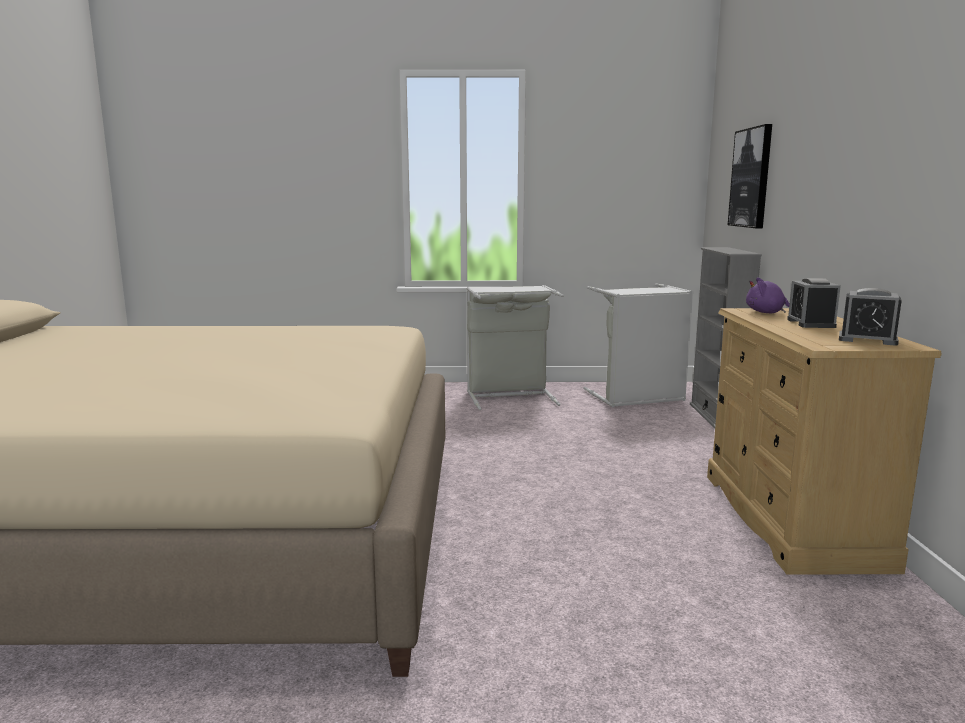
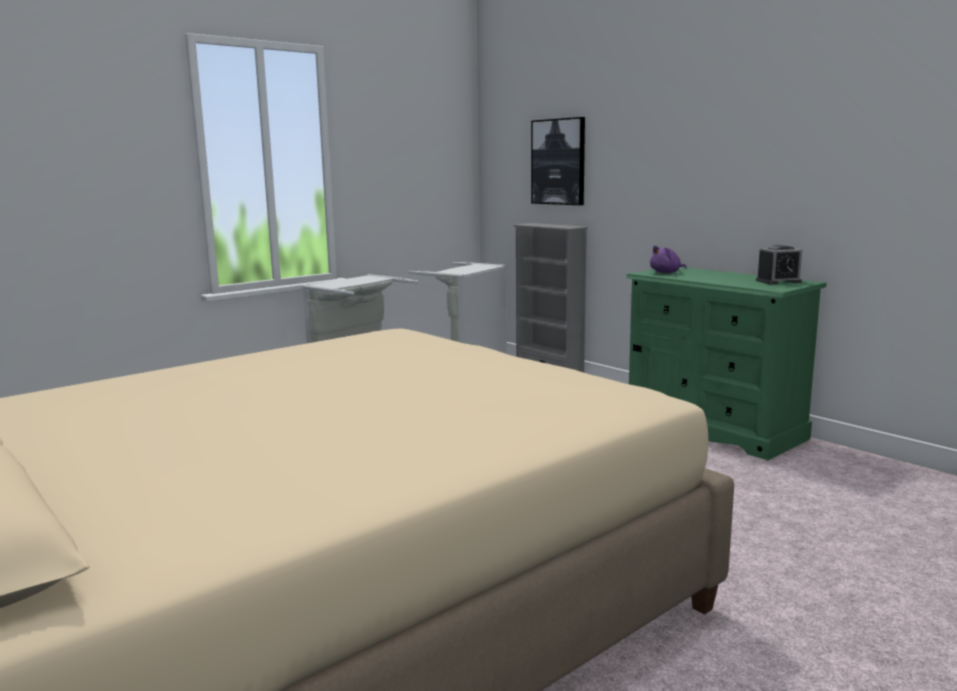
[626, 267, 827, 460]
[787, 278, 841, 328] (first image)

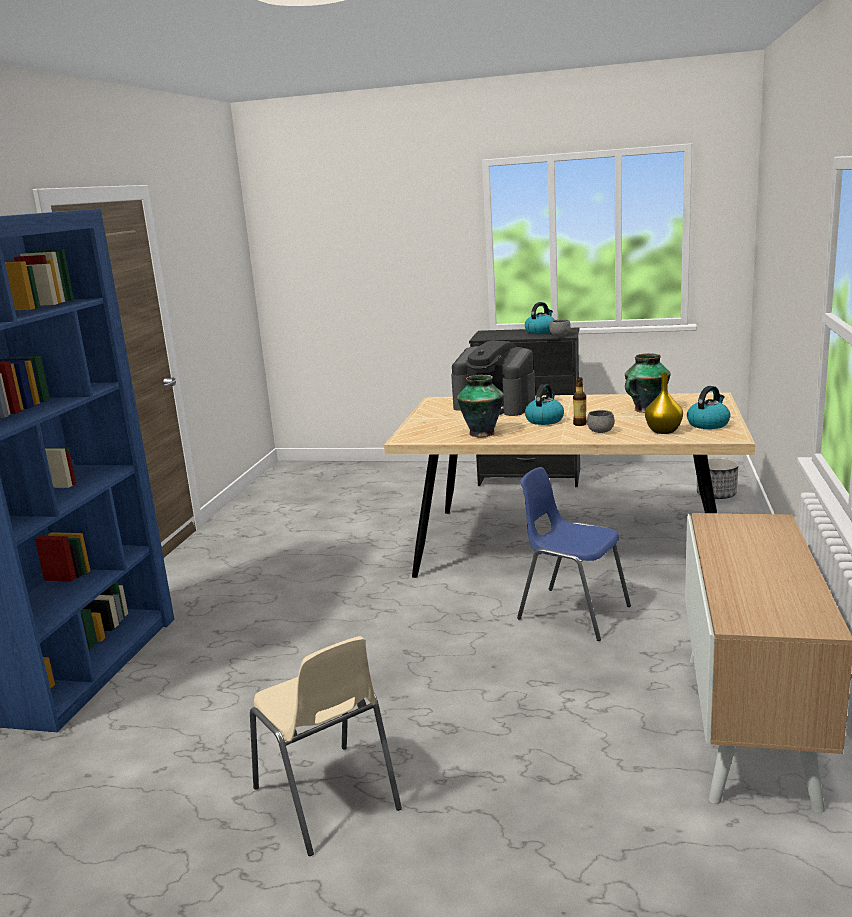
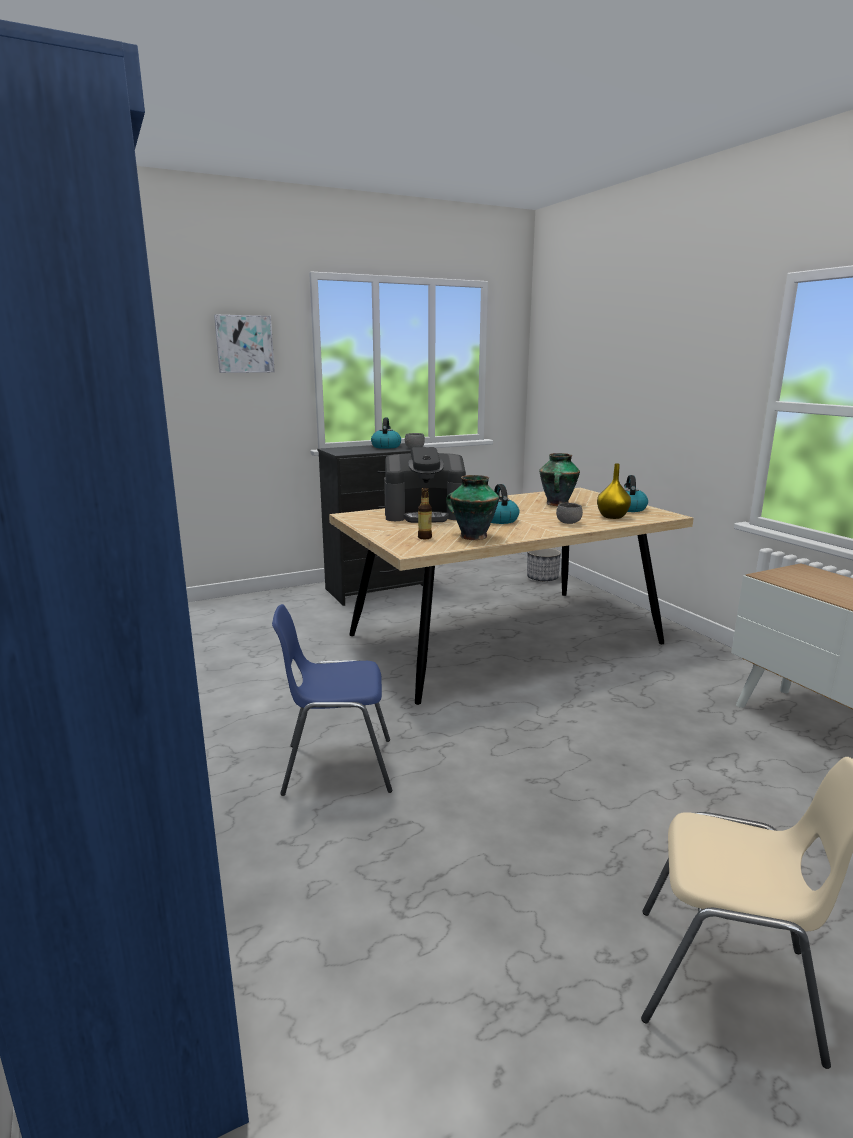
[272, 604, 393, 796]
[418, 488, 432, 539]
[214, 315, 275, 373]

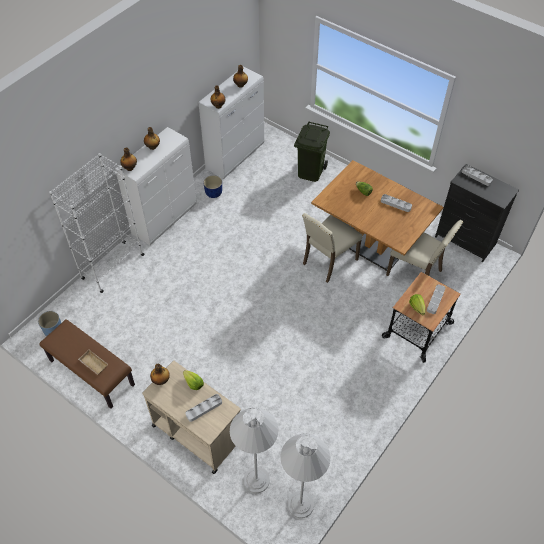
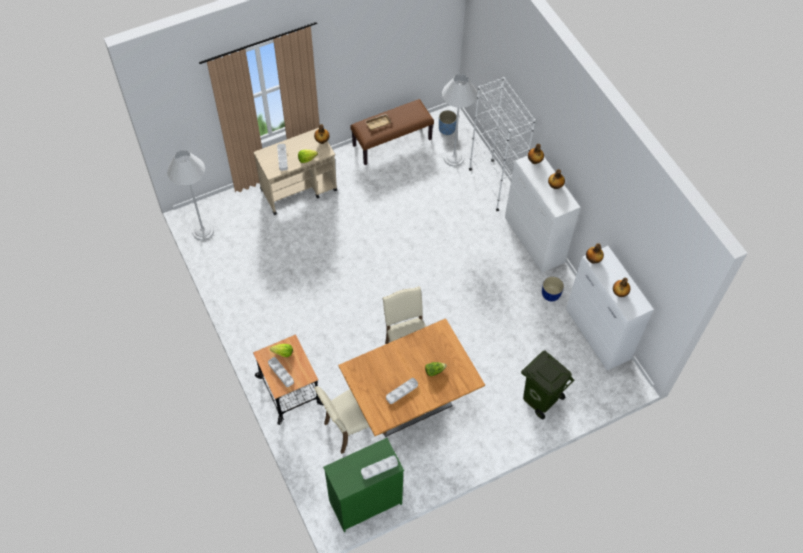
[442, 74, 478, 166]
[323, 438, 404, 532]

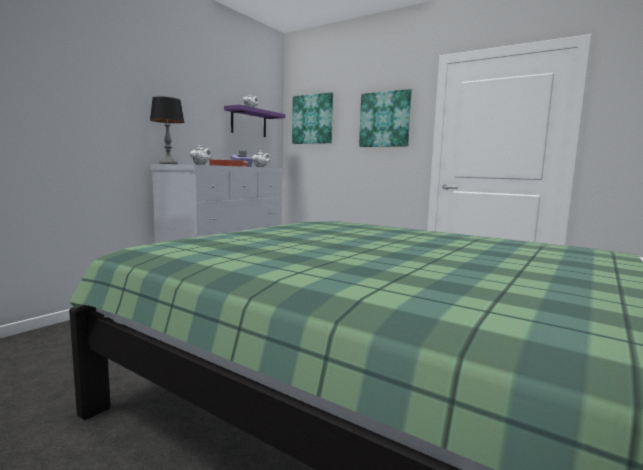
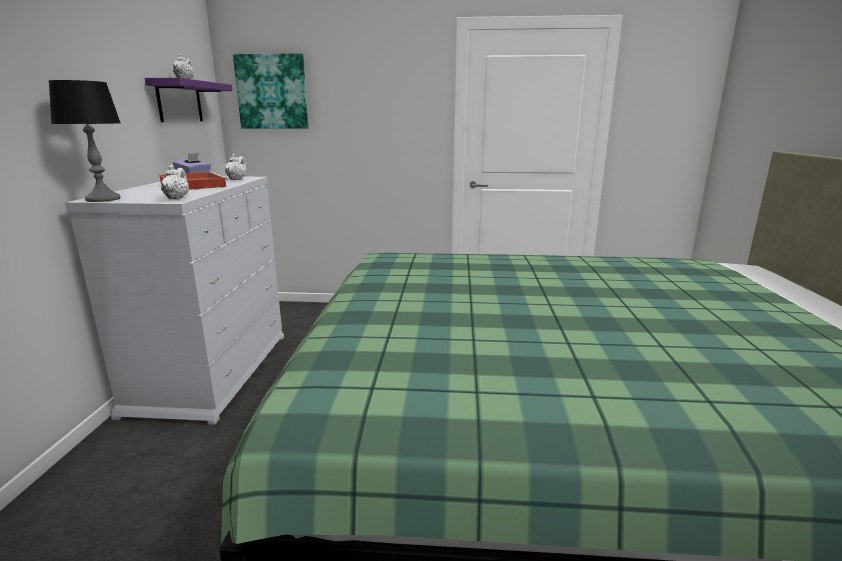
[359, 89, 412, 147] (first image)

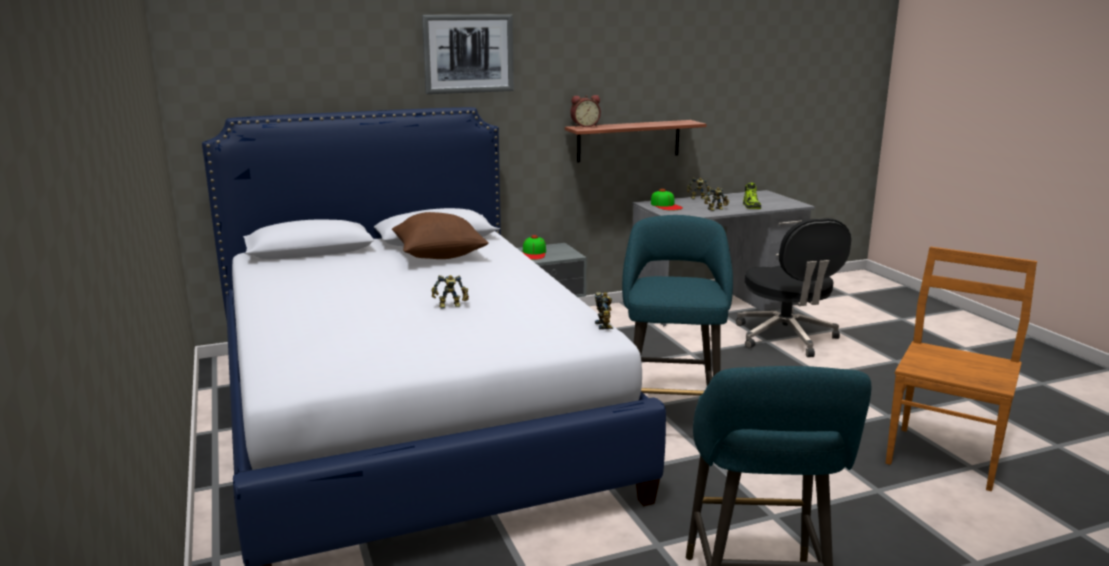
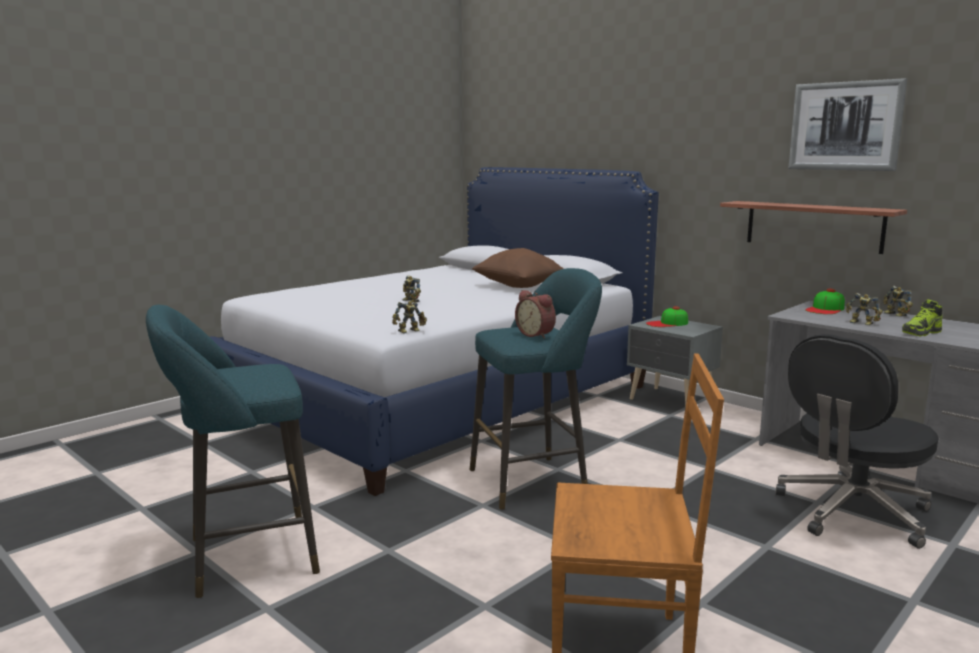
[788, 78, 907, 171]
[515, 290, 556, 339]

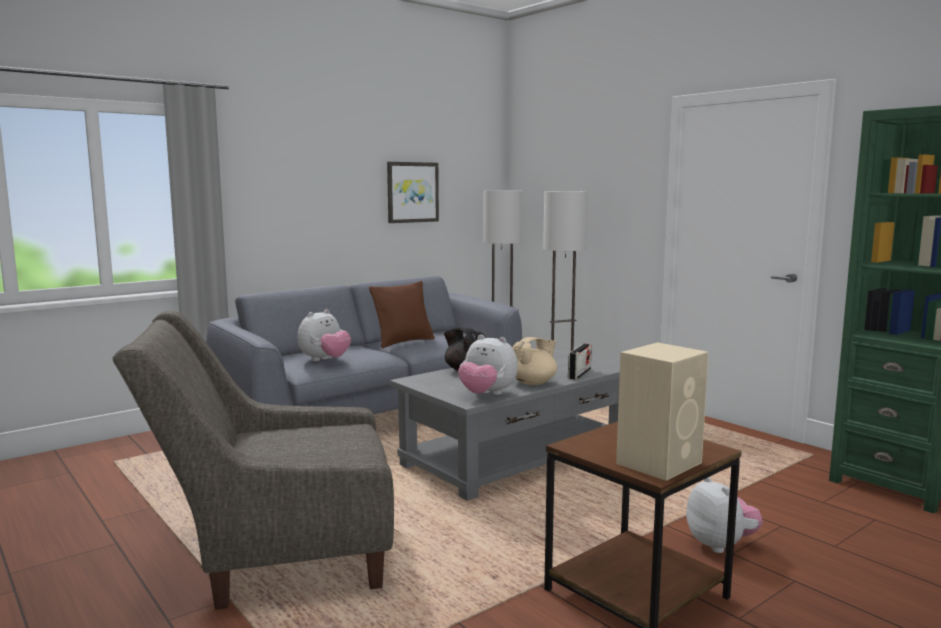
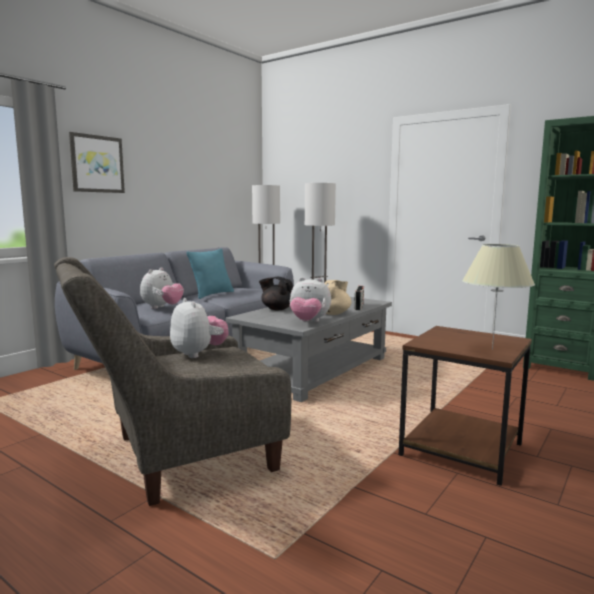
[186, 248, 234, 299]
[69, 132, 125, 193]
[462, 244, 535, 350]
[170, 298, 229, 358]

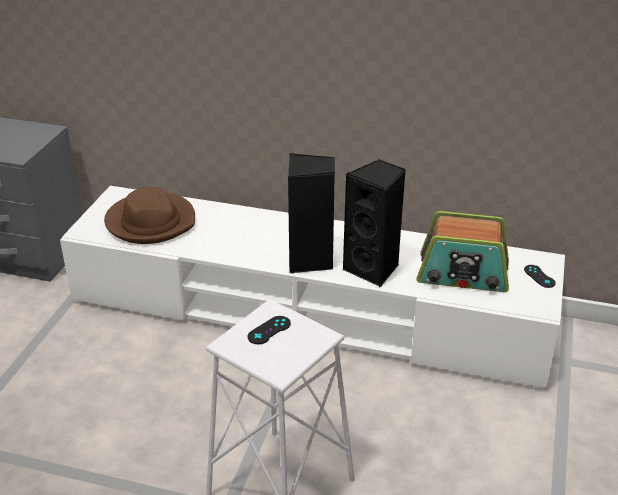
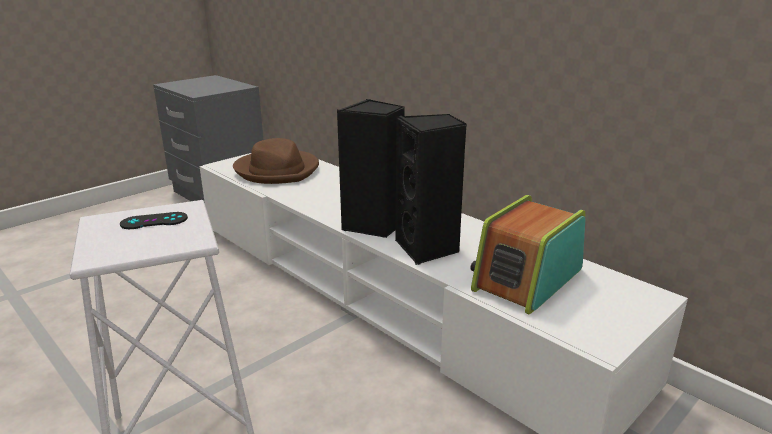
[470, 195, 585, 314]
[524, 265, 556, 288] (first image)

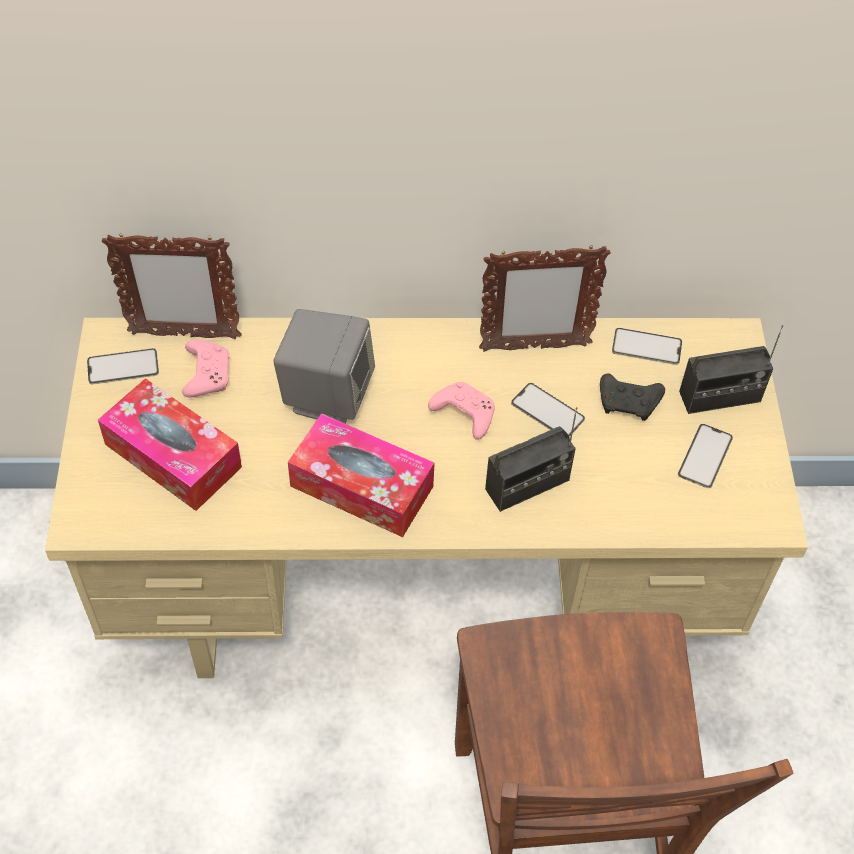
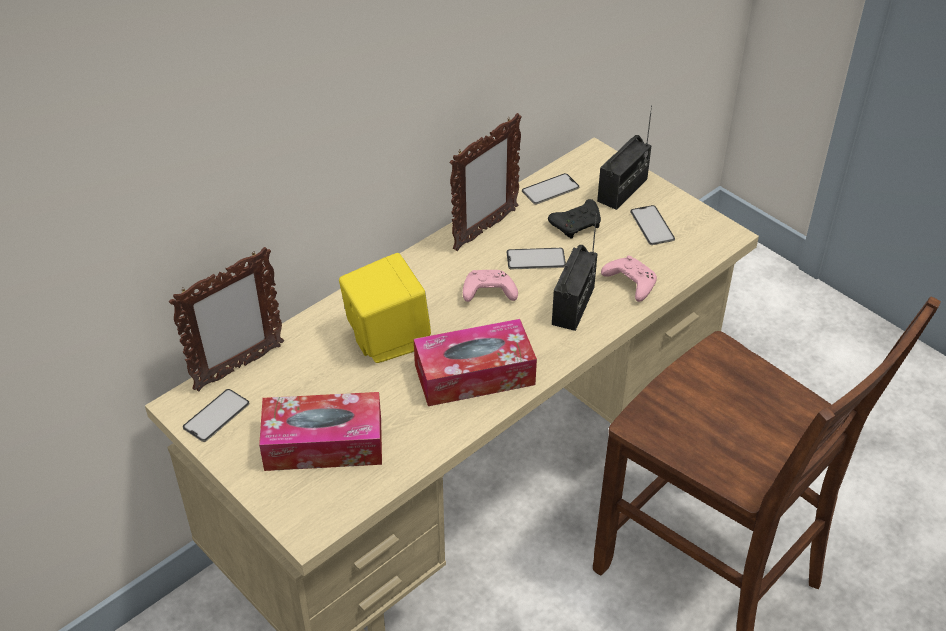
[601, 256, 657, 302]
[339, 253, 431, 363]

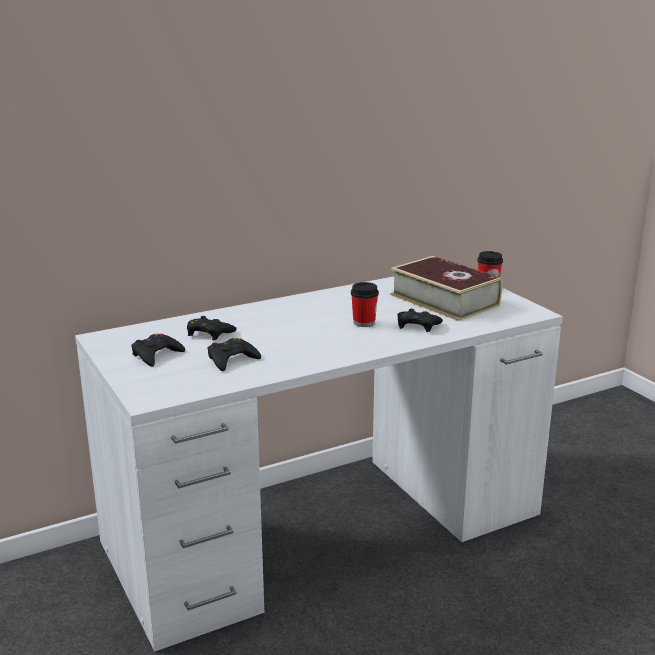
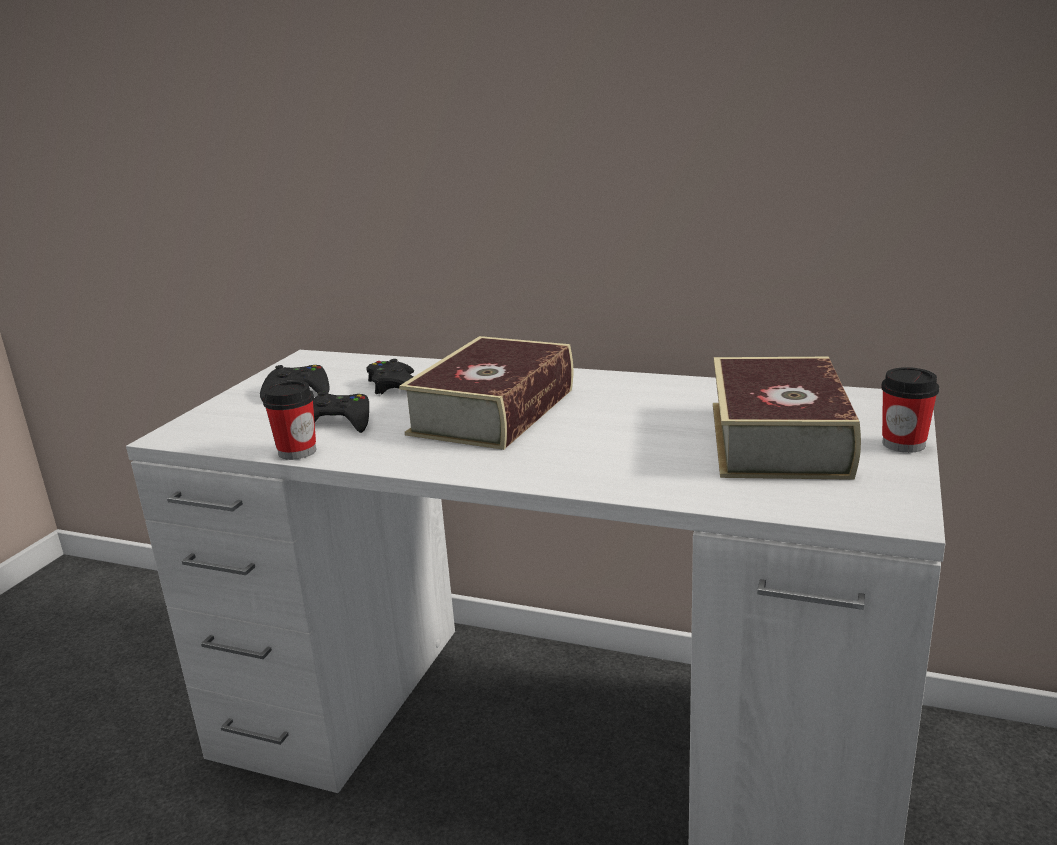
[263, 380, 316, 460]
[397, 309, 443, 332] (first image)
[399, 336, 573, 450]

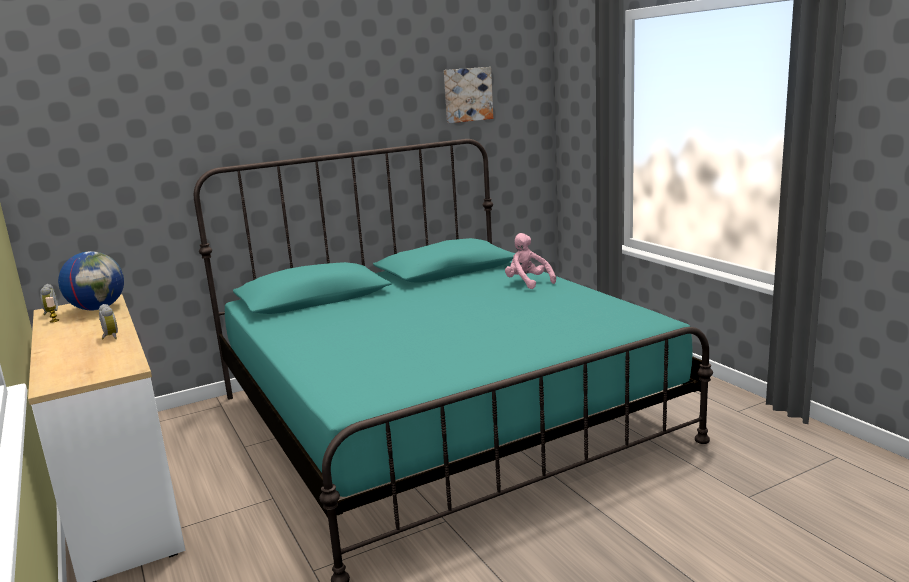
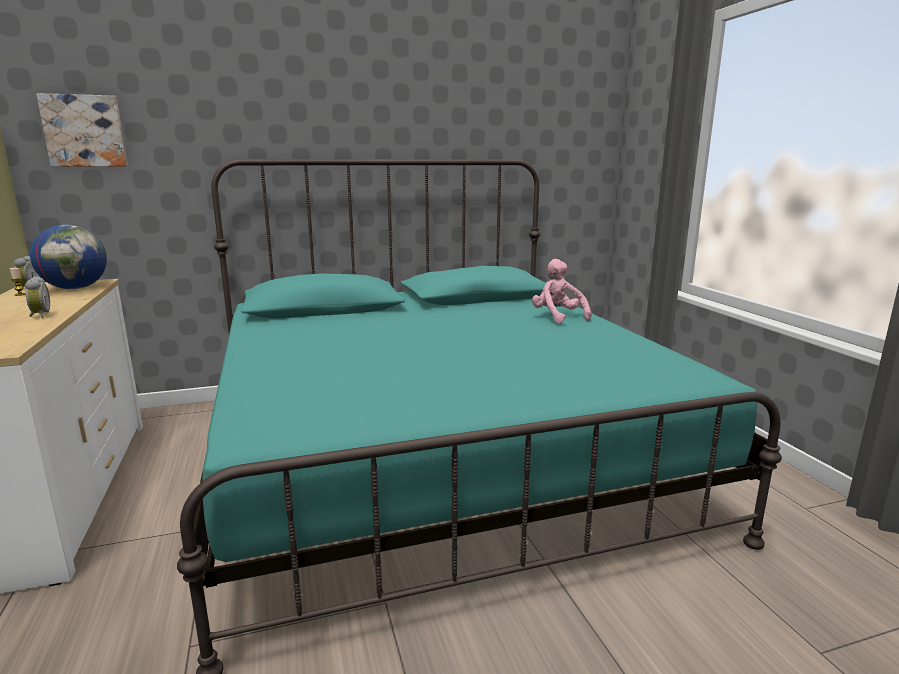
[36, 93, 128, 167]

